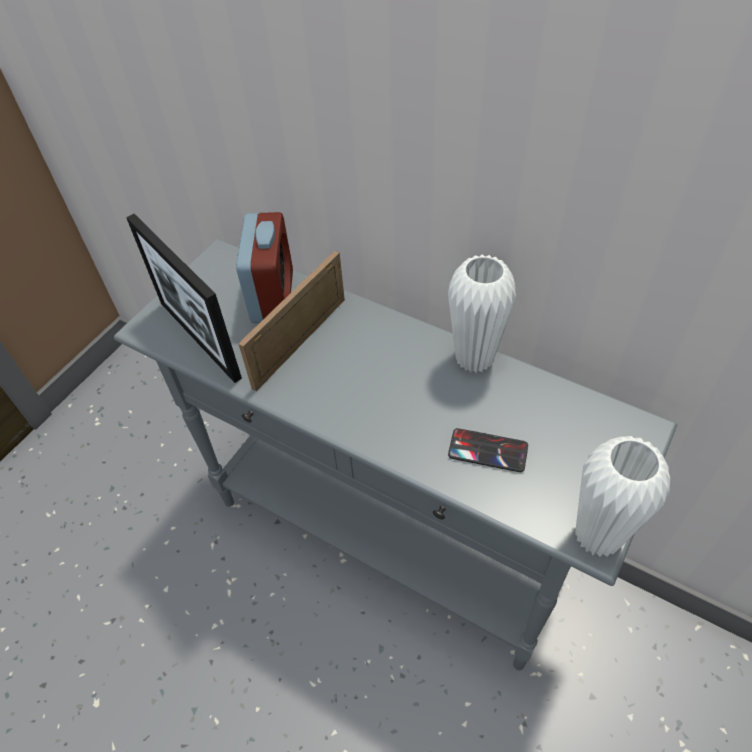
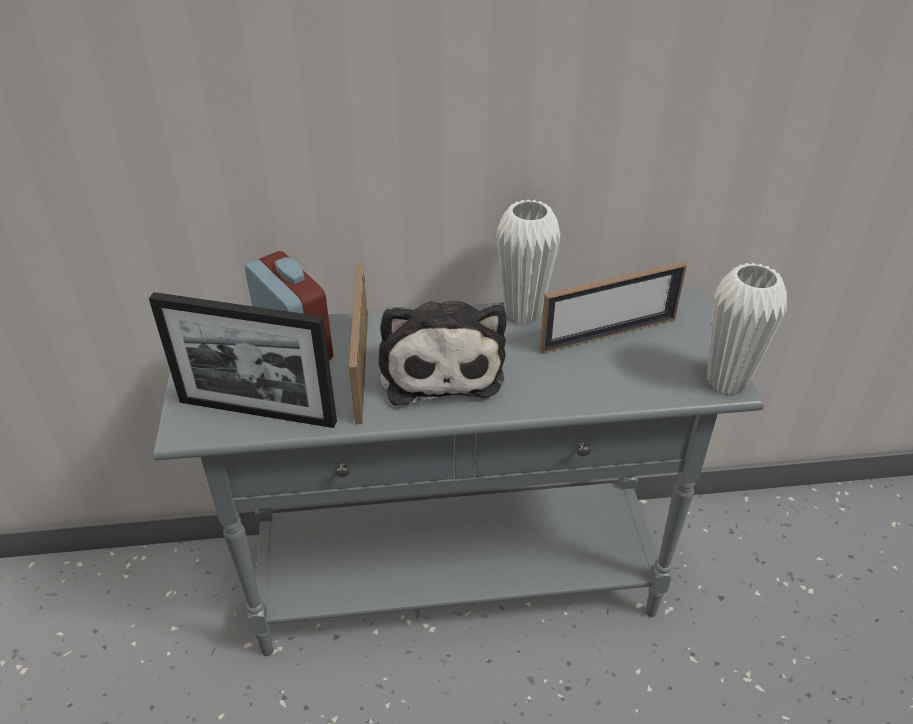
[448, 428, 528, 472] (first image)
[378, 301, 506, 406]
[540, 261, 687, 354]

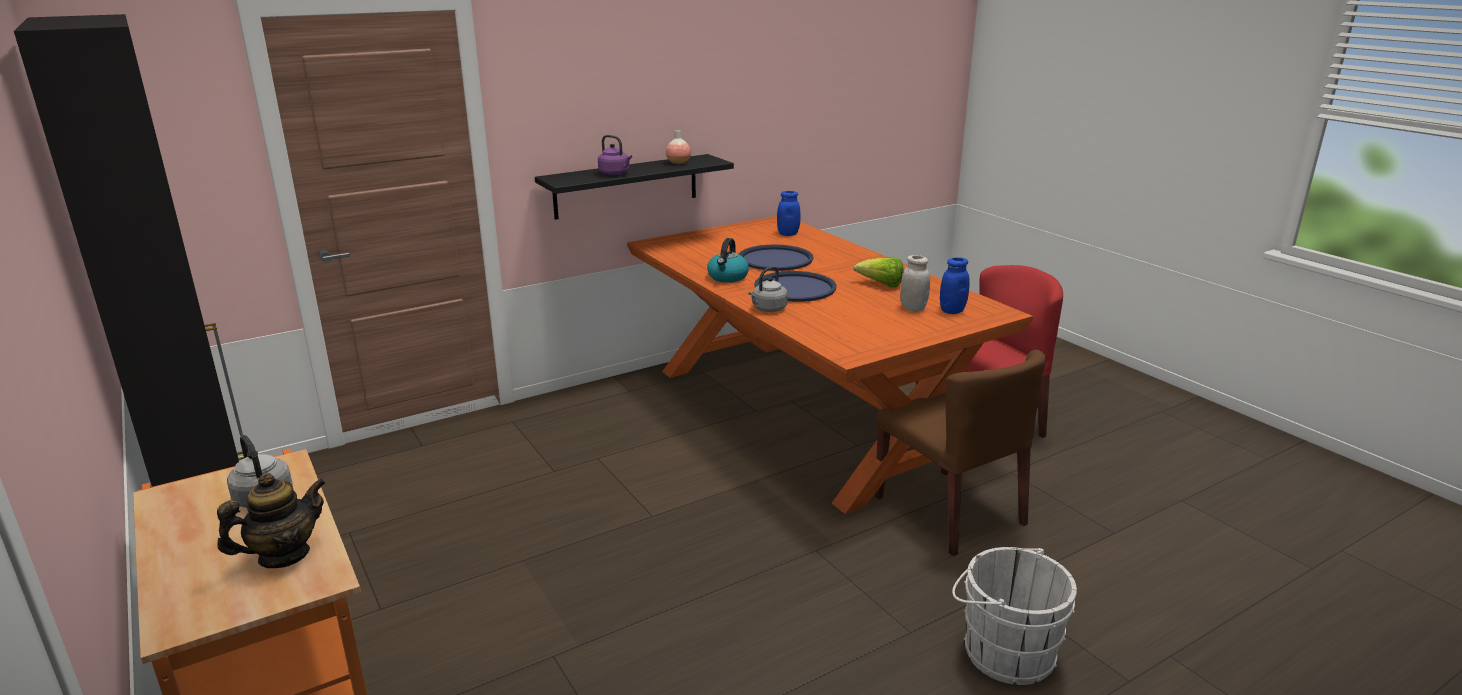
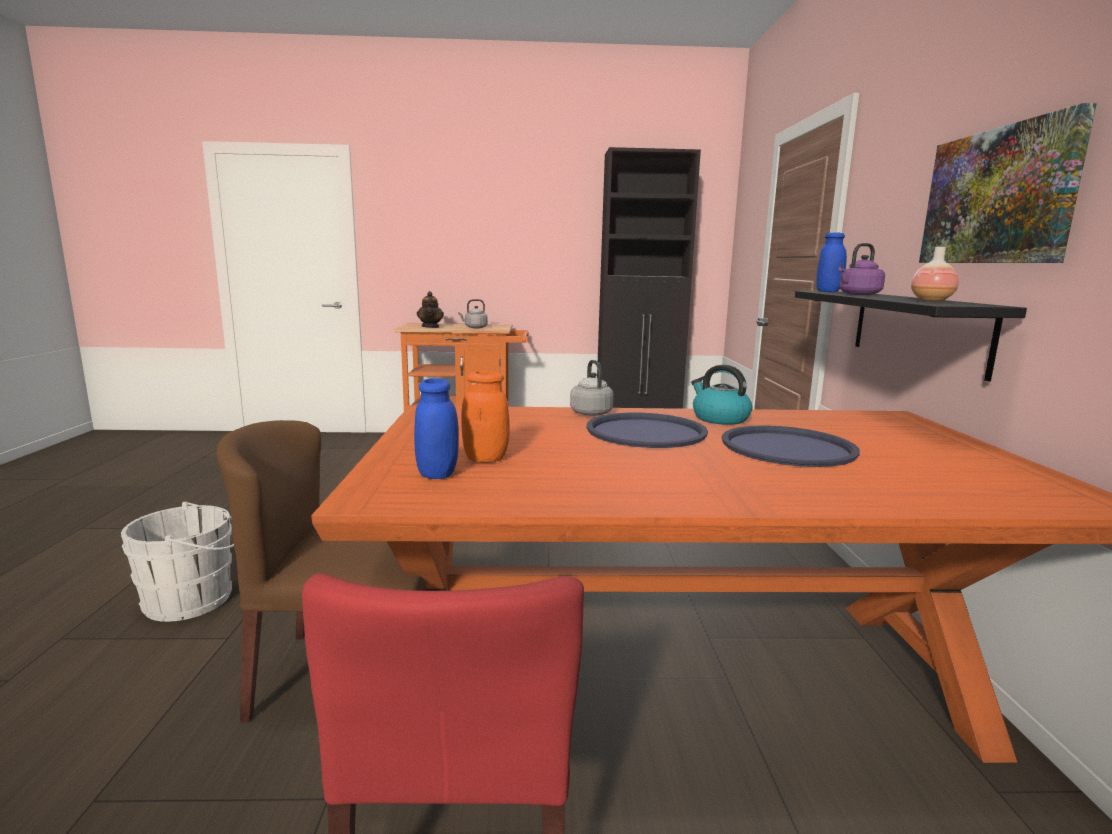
[816, 233, 847, 292]
[854, 257, 904, 287] (first image)
[461, 371, 510, 463]
[919, 103, 1097, 263]

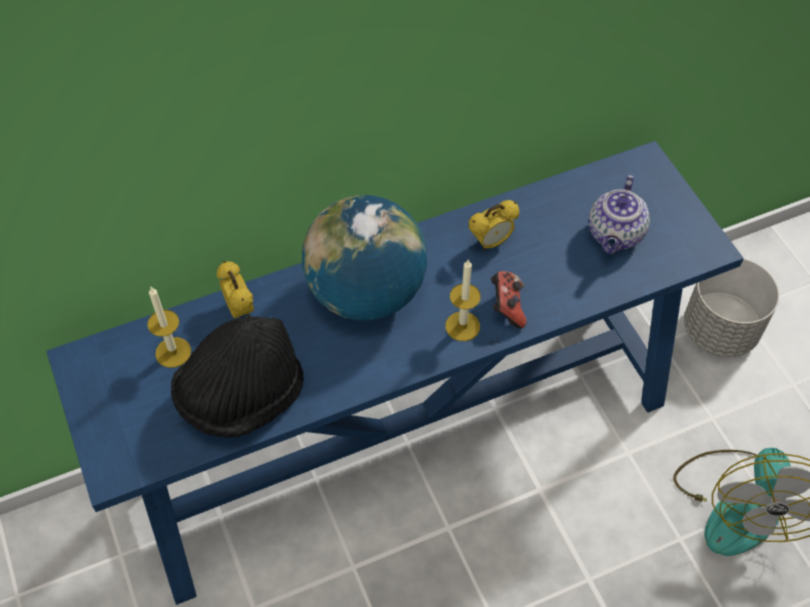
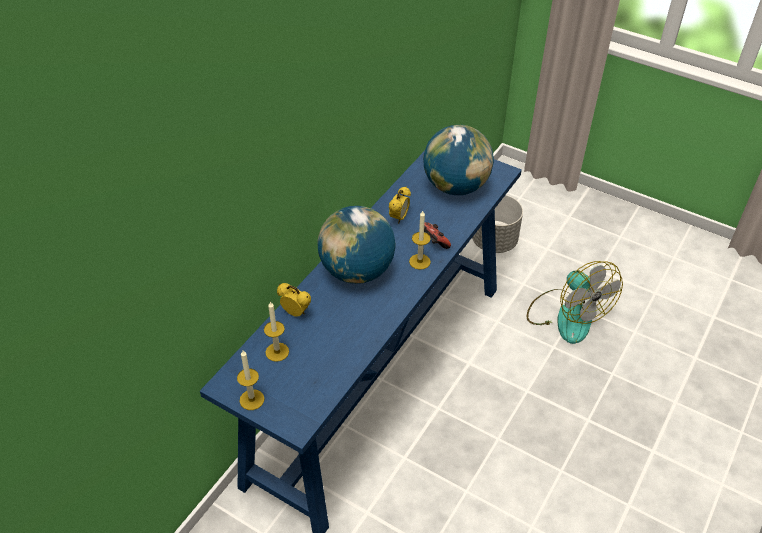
[171, 316, 304, 438] (first image)
[423, 125, 494, 195]
[237, 351, 264, 410]

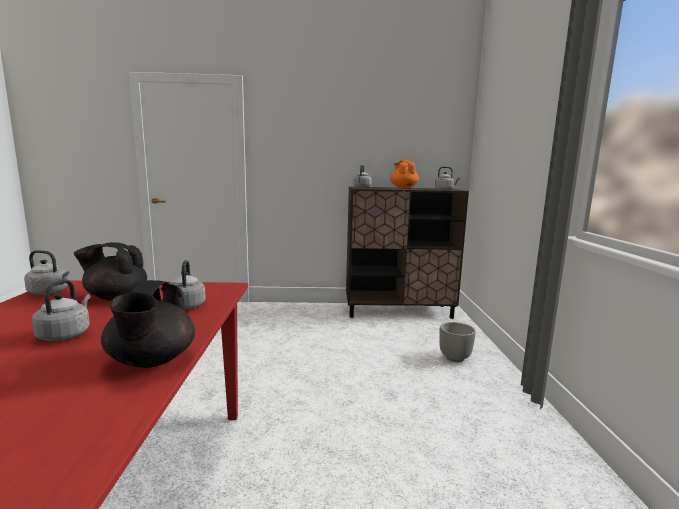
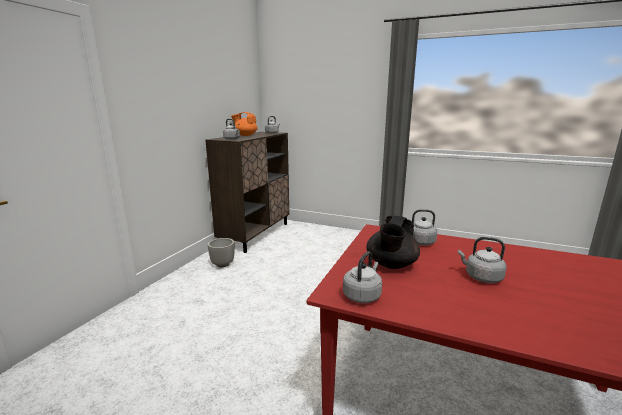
[101, 280, 195, 368] (first image)
[208, 238, 235, 267]

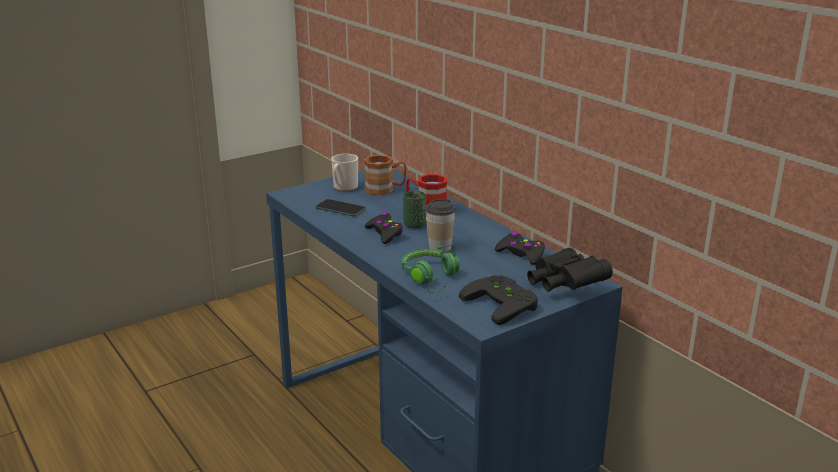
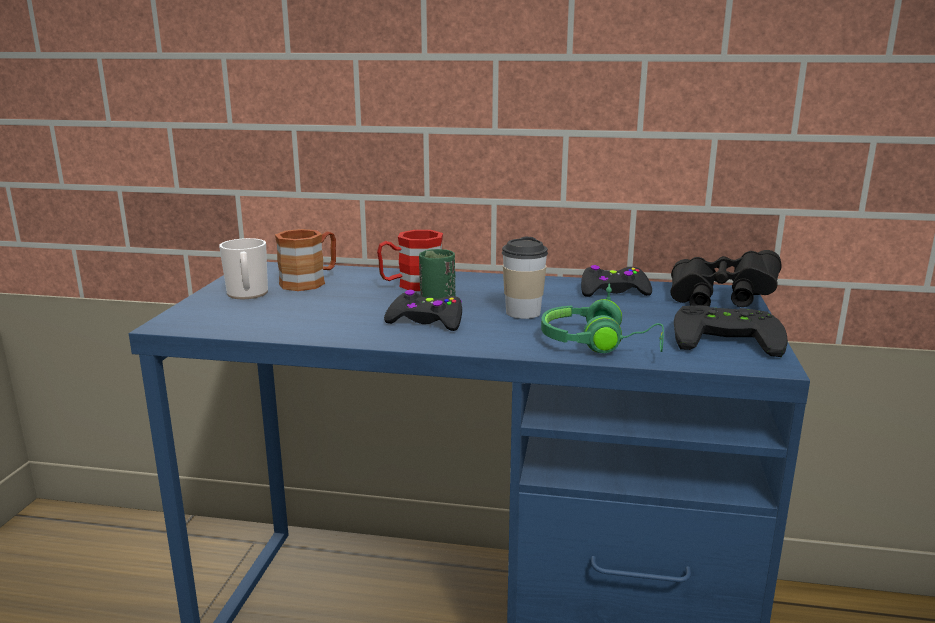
[316, 199, 366, 216] (first image)

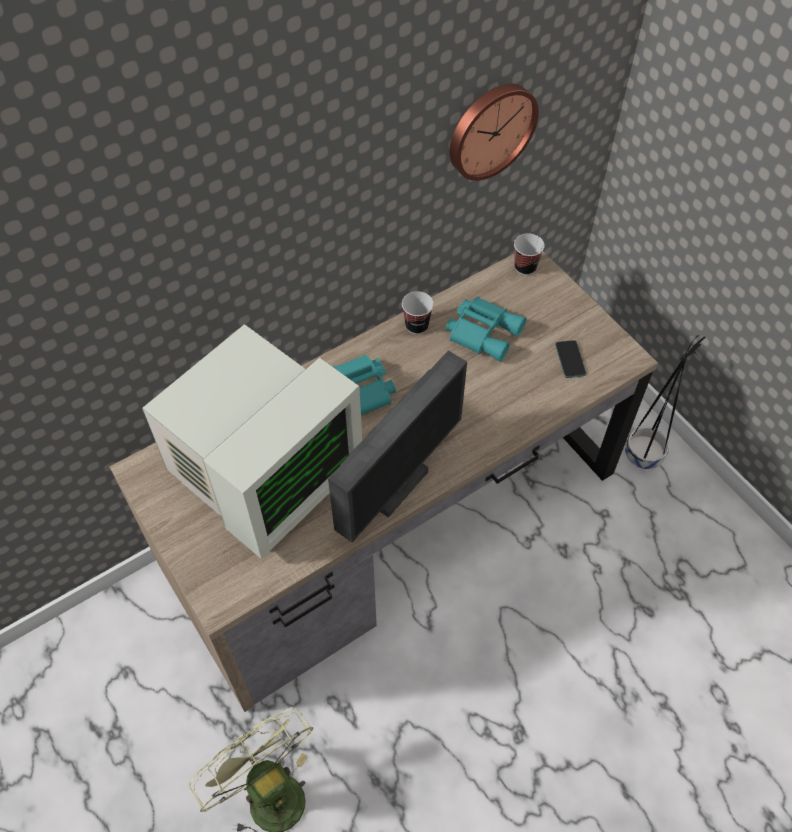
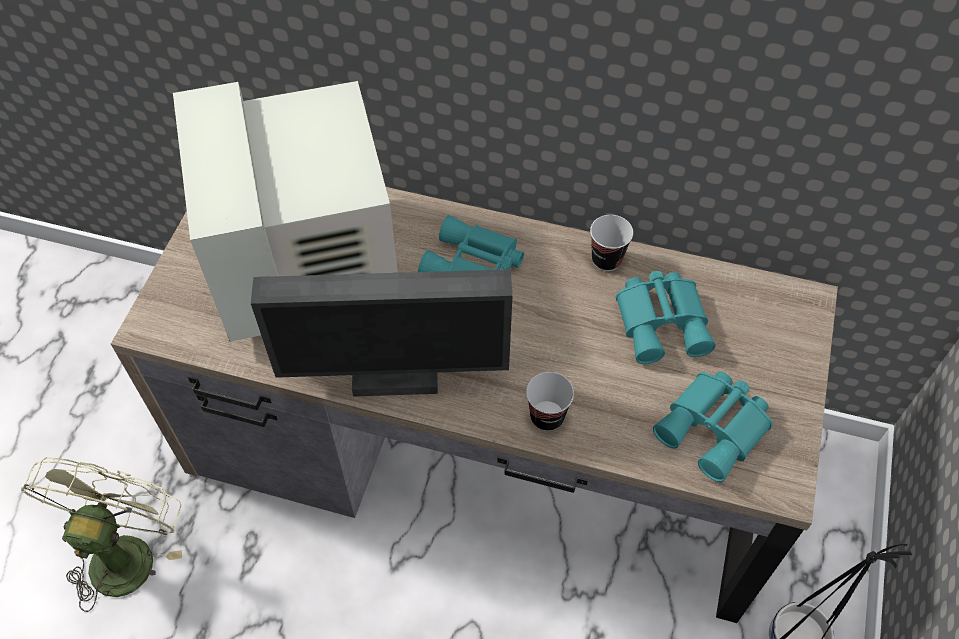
[173, 81, 398, 342]
[449, 84, 539, 181] (first image)
[526, 372, 574, 431]
[653, 371, 773, 482]

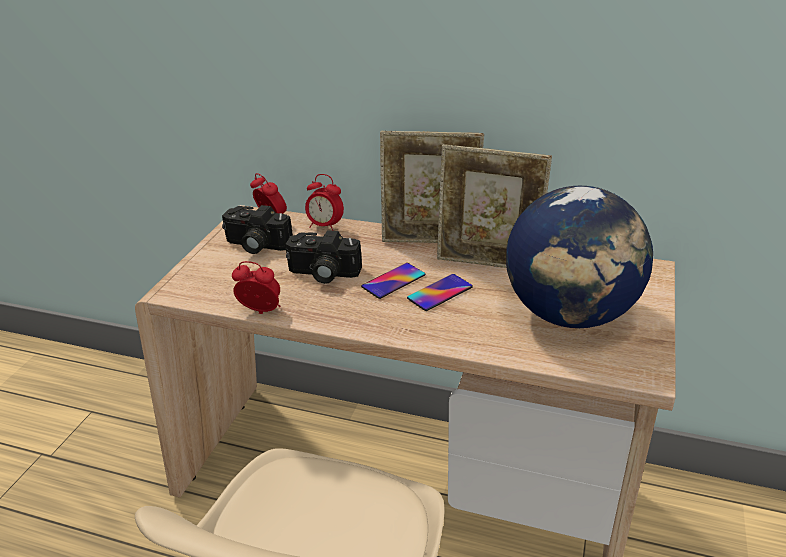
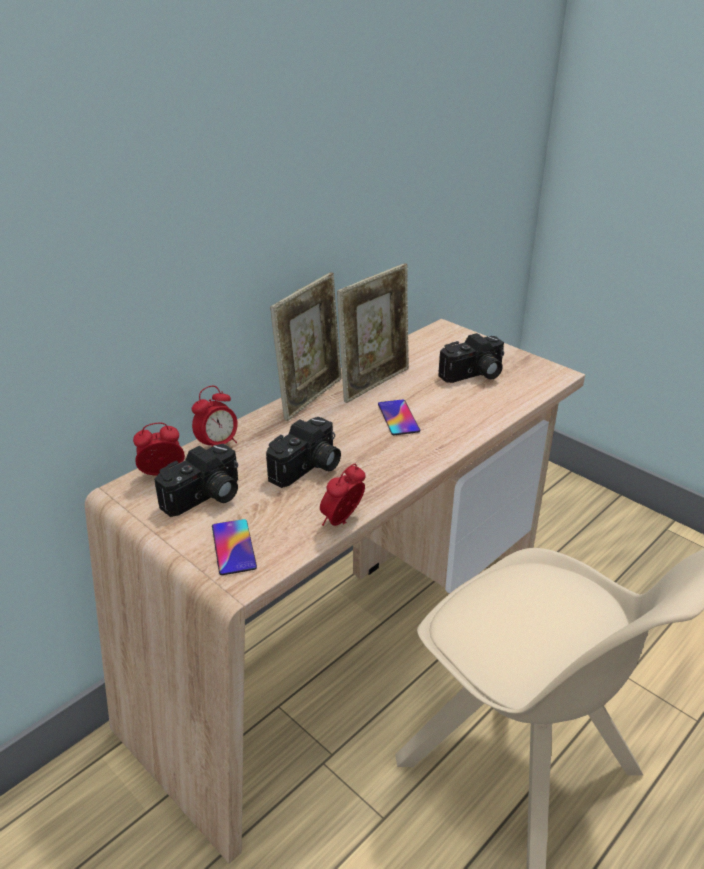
[212, 519, 257, 575]
[438, 333, 504, 383]

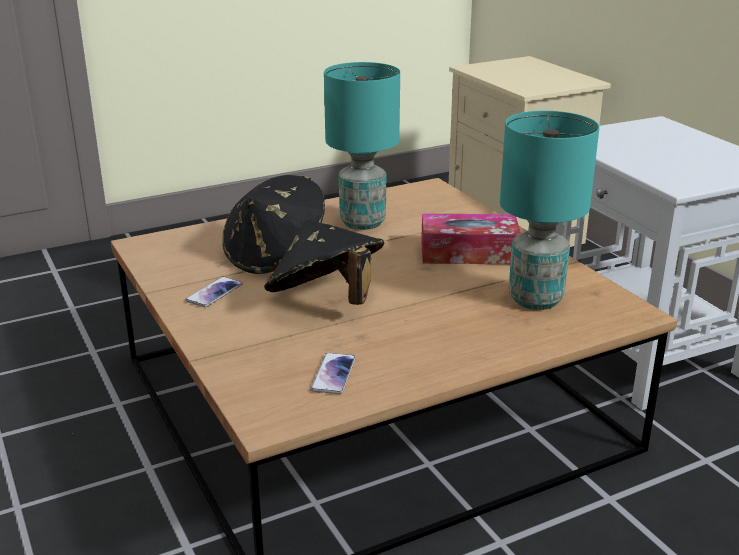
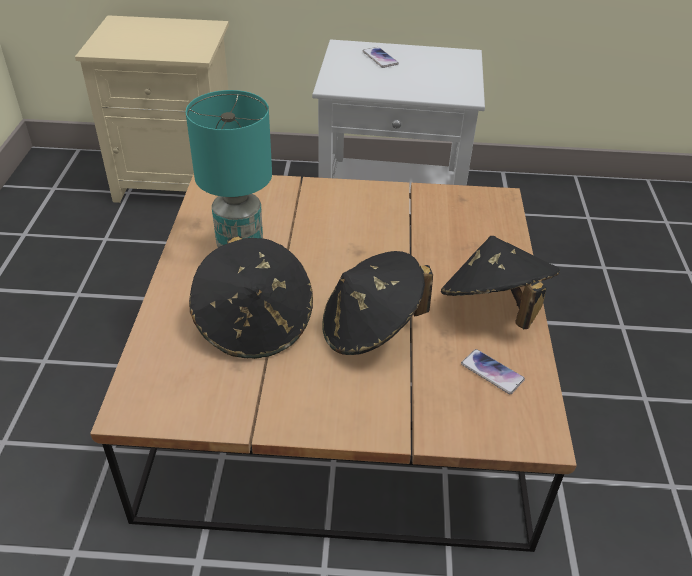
[363, 47, 399, 68]
[421, 214, 521, 264] (first image)
[500, 111, 599, 310] (first image)
[441, 236, 560, 329]

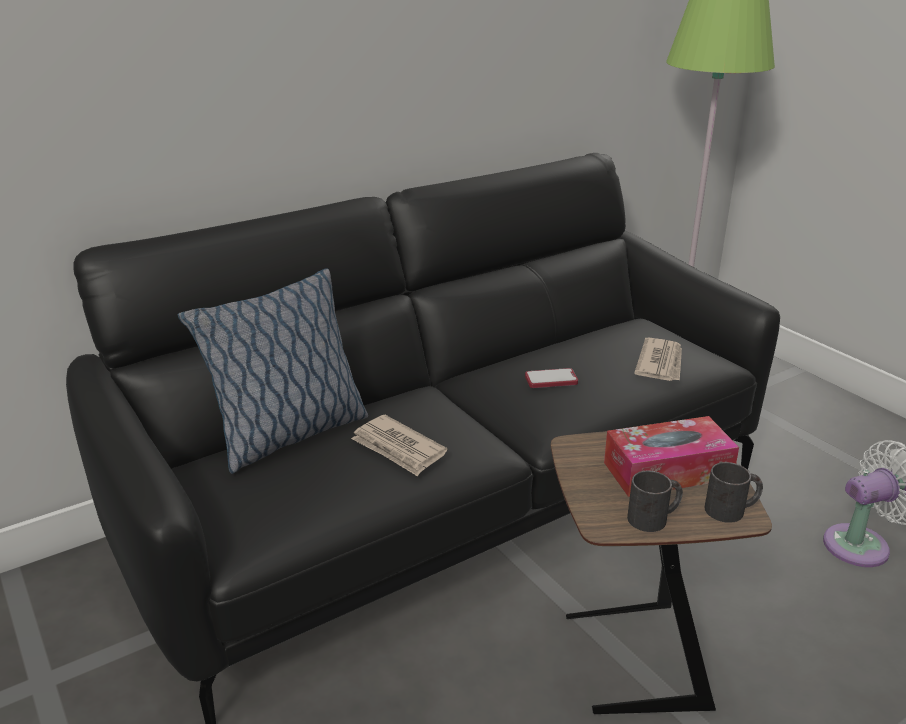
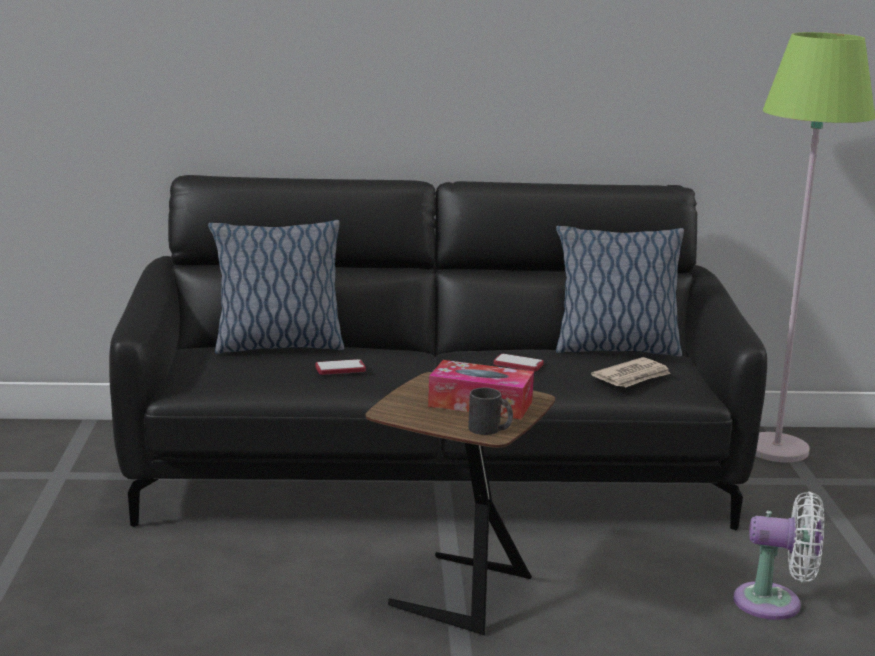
[316, 359, 366, 375]
[627, 471, 683, 532] (first image)
[556, 226, 684, 356]

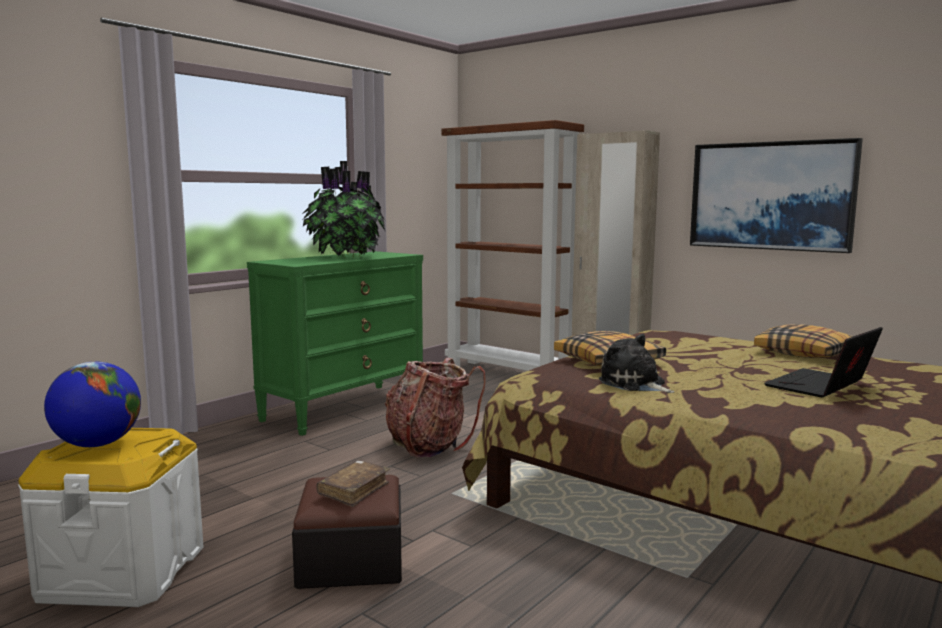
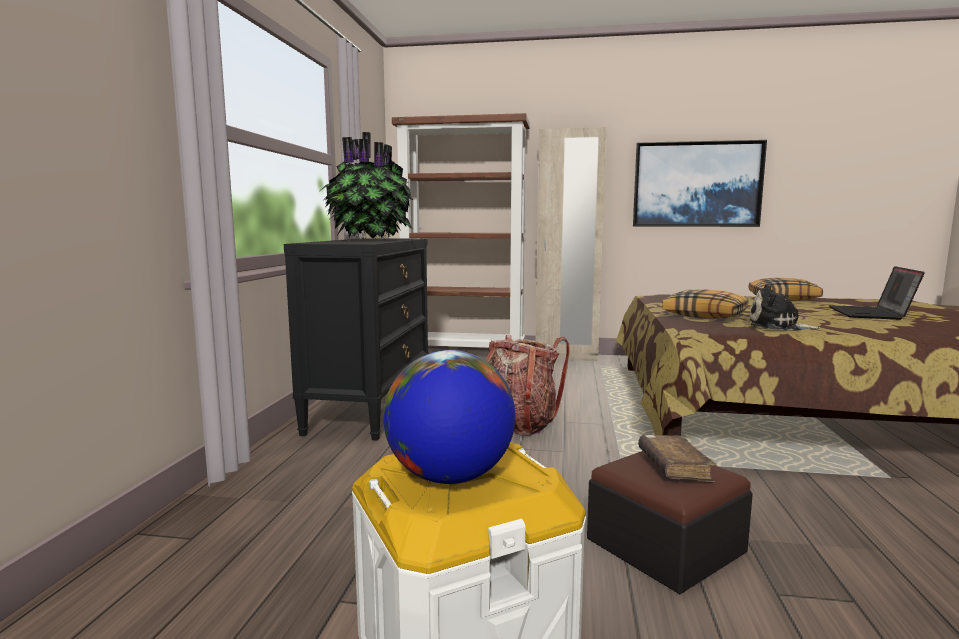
[284, 238, 429, 440]

